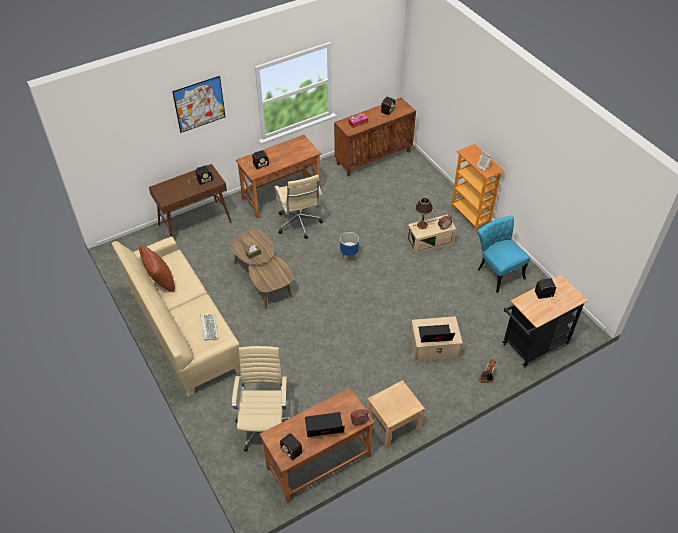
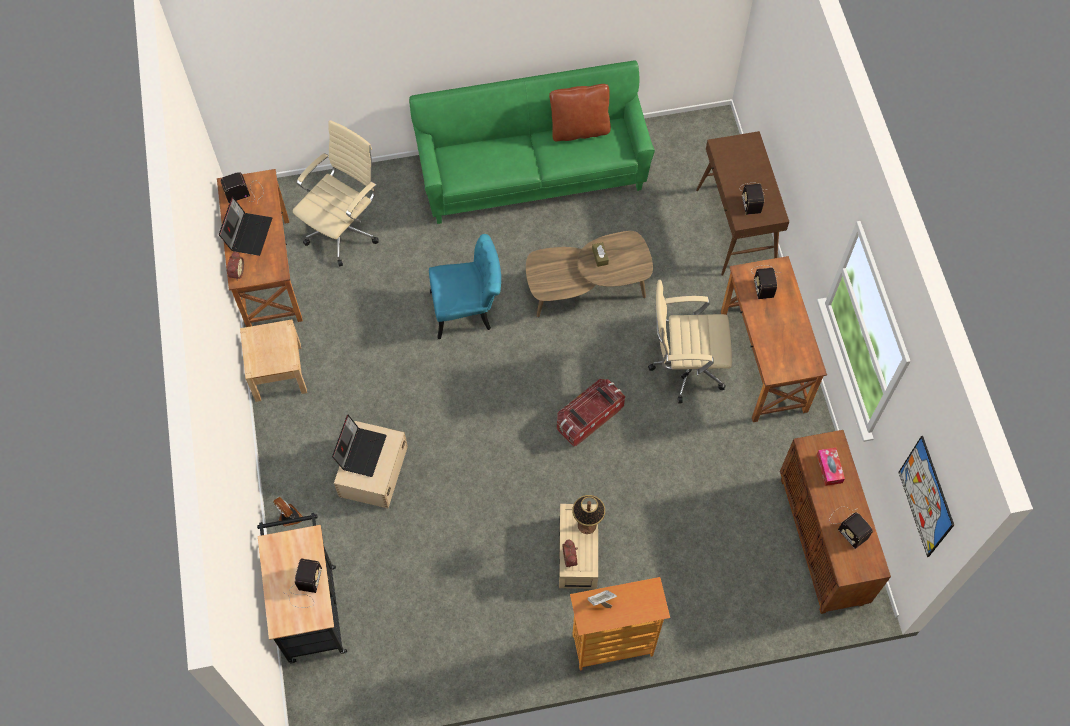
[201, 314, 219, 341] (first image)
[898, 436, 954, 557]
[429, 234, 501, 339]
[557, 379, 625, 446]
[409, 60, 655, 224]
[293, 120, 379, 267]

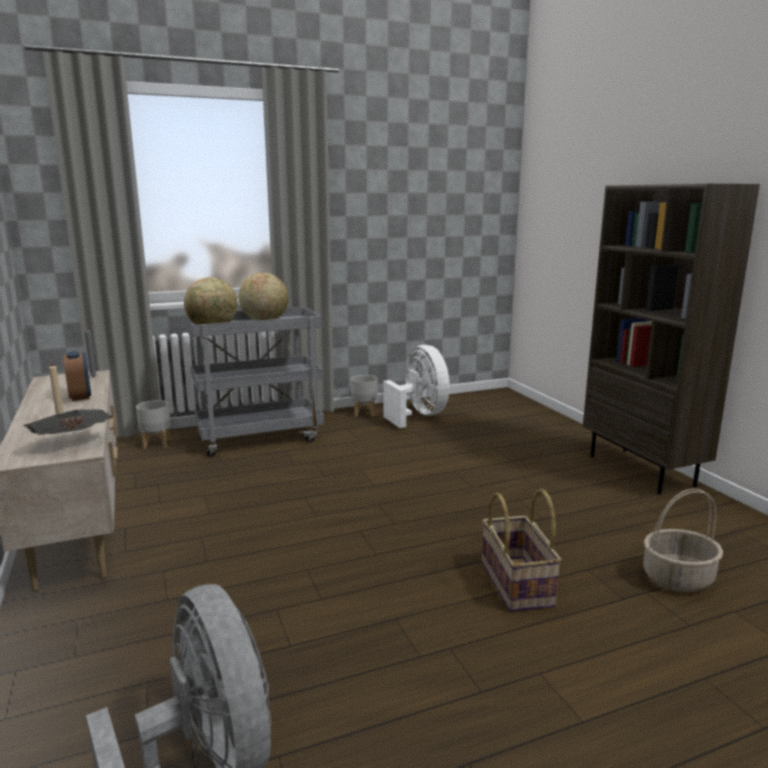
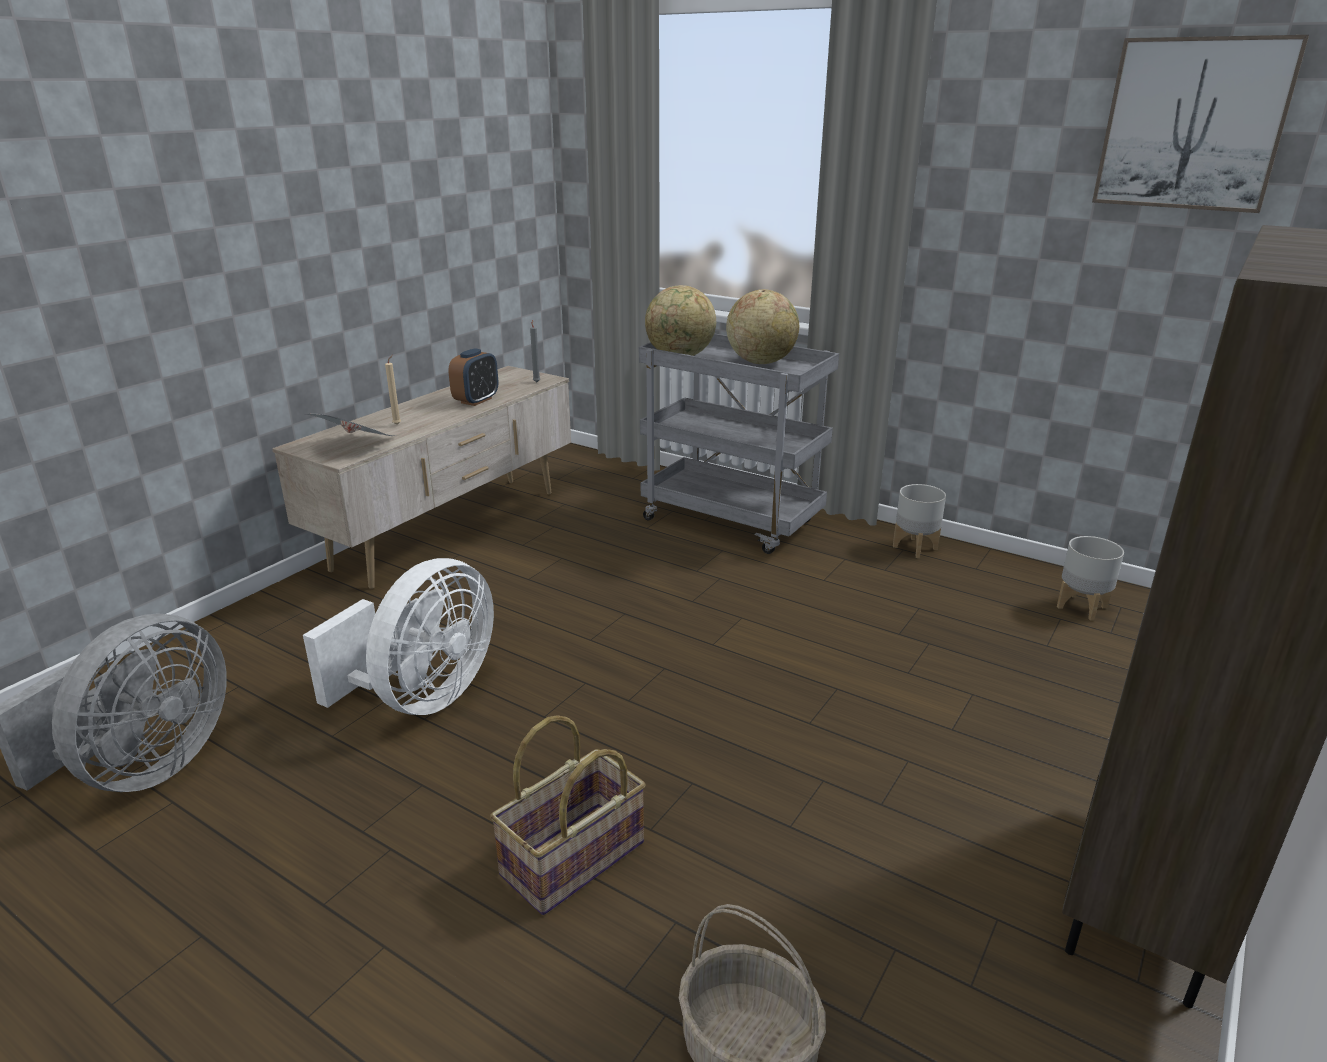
[1092, 35, 1309, 213]
[1057, 536, 1124, 621]
[303, 558, 494, 715]

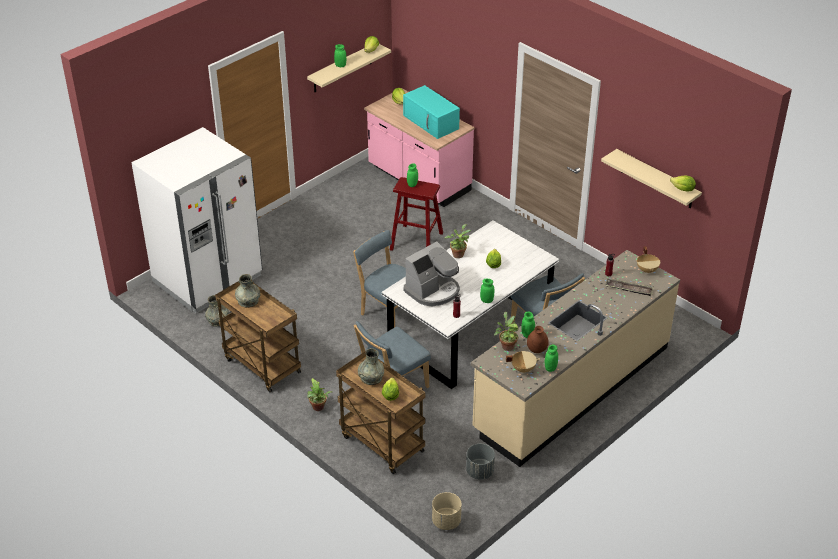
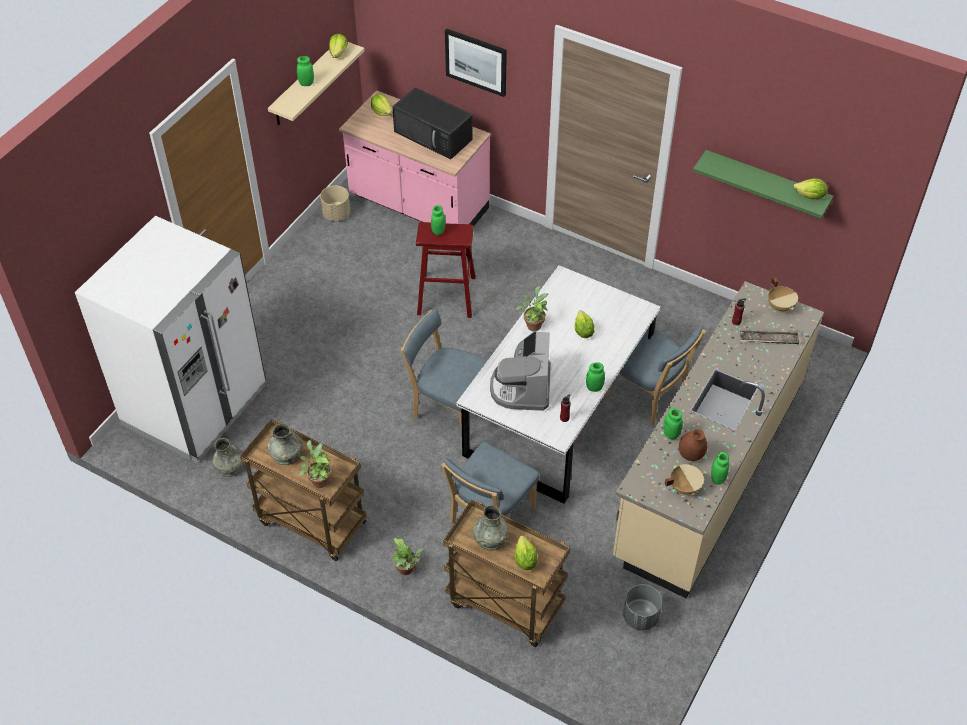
[445, 29, 507, 97]
[320, 186, 350, 221]
[299, 440, 333, 488]
[392, 87, 473, 160]
[693, 150, 834, 218]
[490, 331, 551, 411]

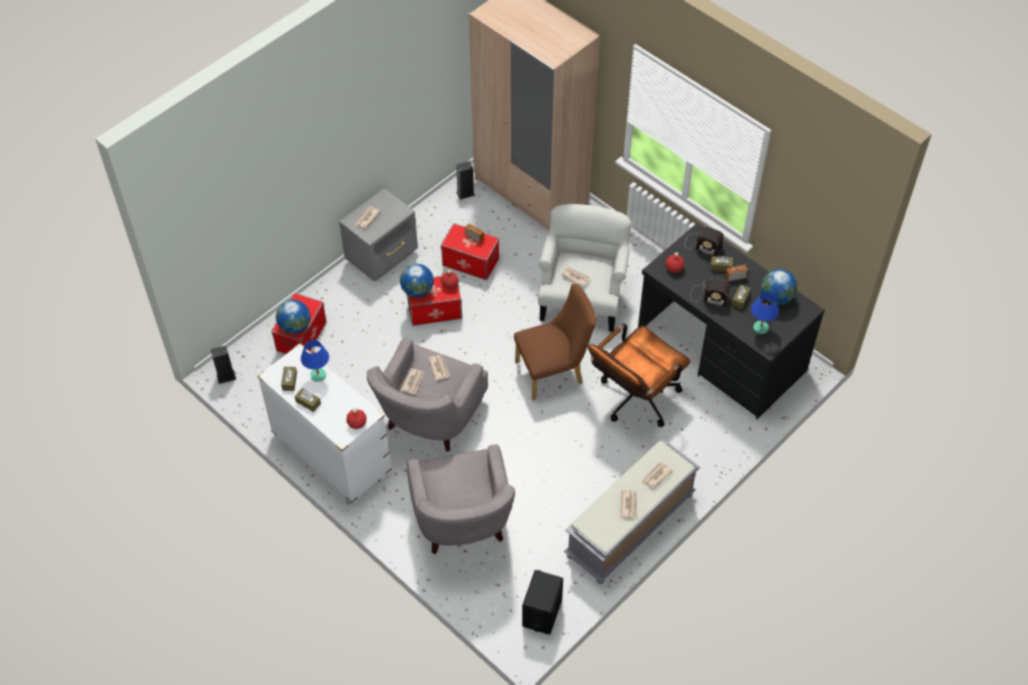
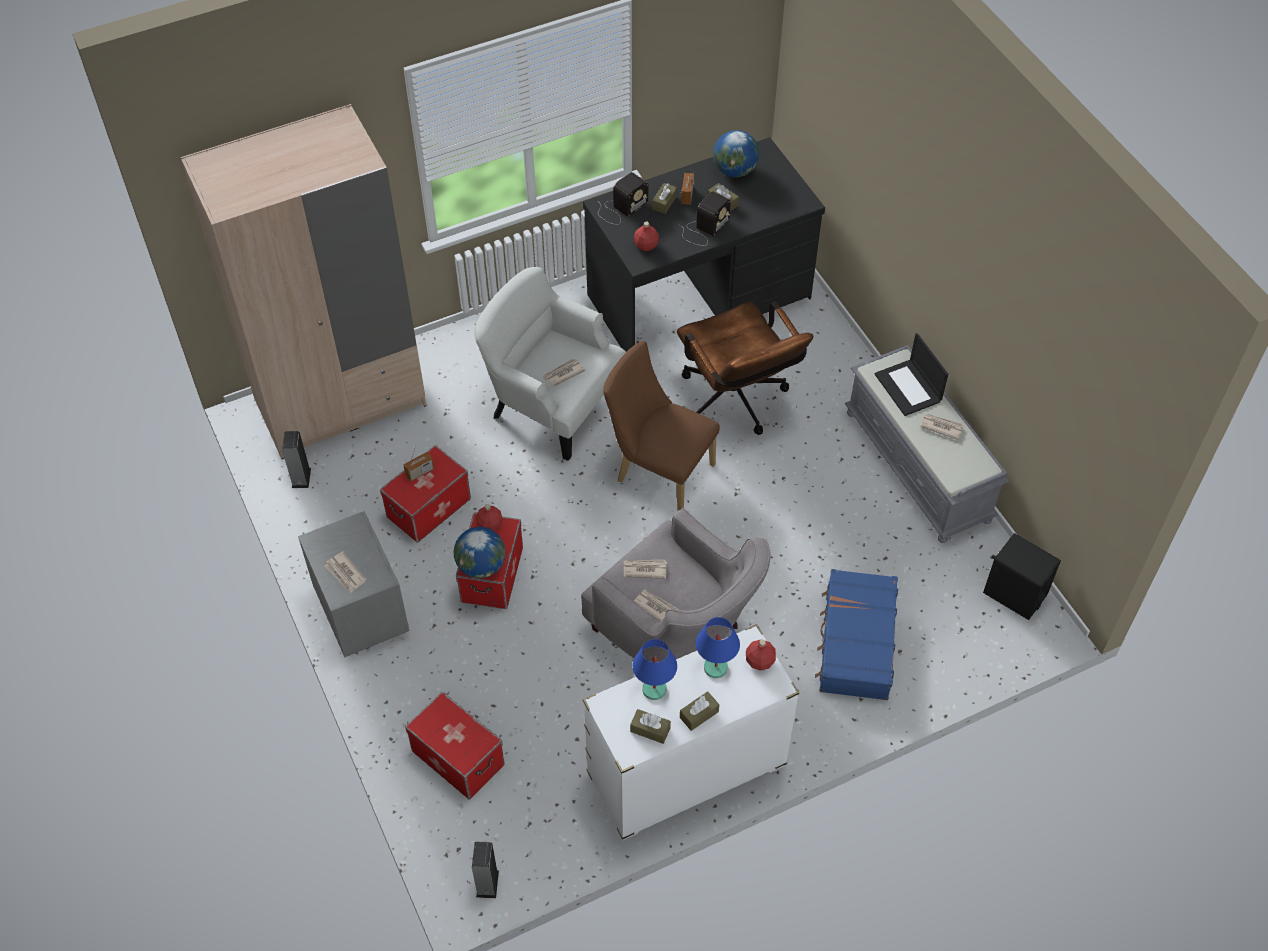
[276, 300, 311, 334] (first image)
[696, 617, 740, 678]
[815, 569, 898, 700]
[875, 333, 948, 416]
[603, 341, 720, 510]

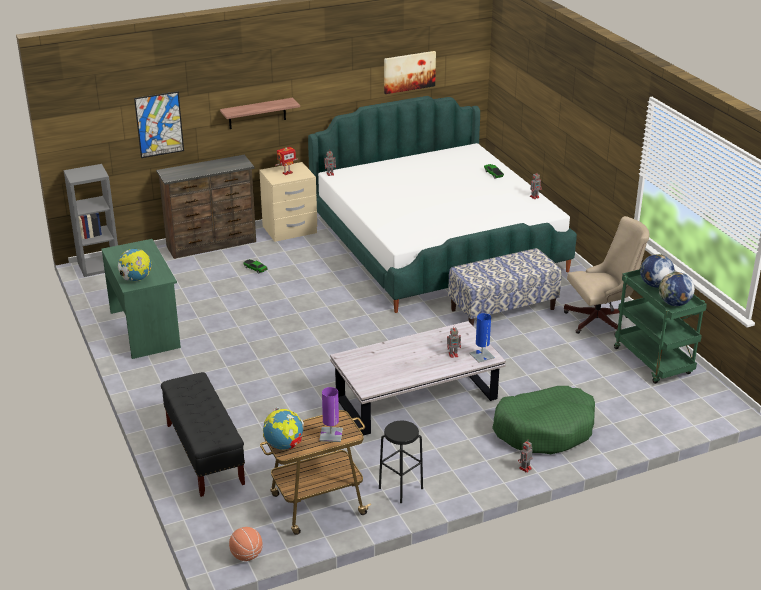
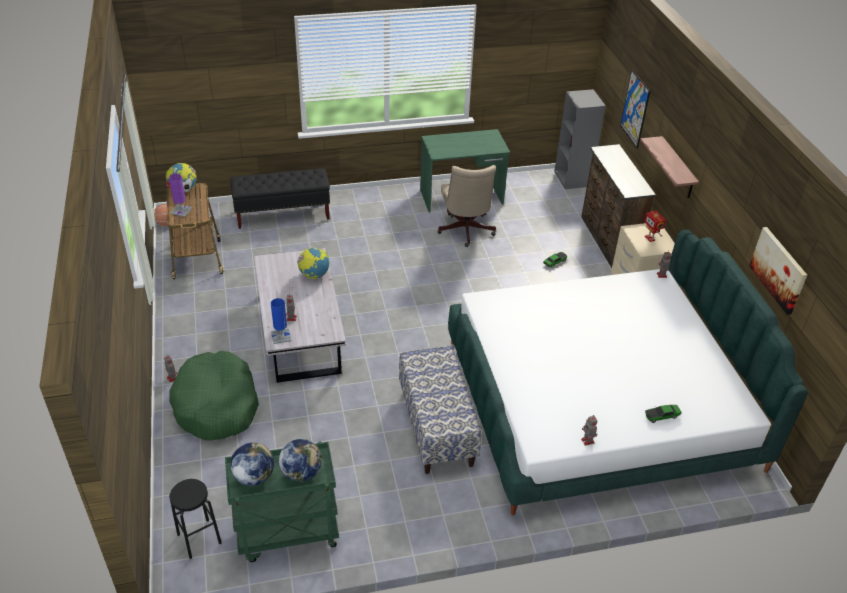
[297, 248, 329, 279]
[169, 479, 222, 559]
[437, 165, 496, 247]

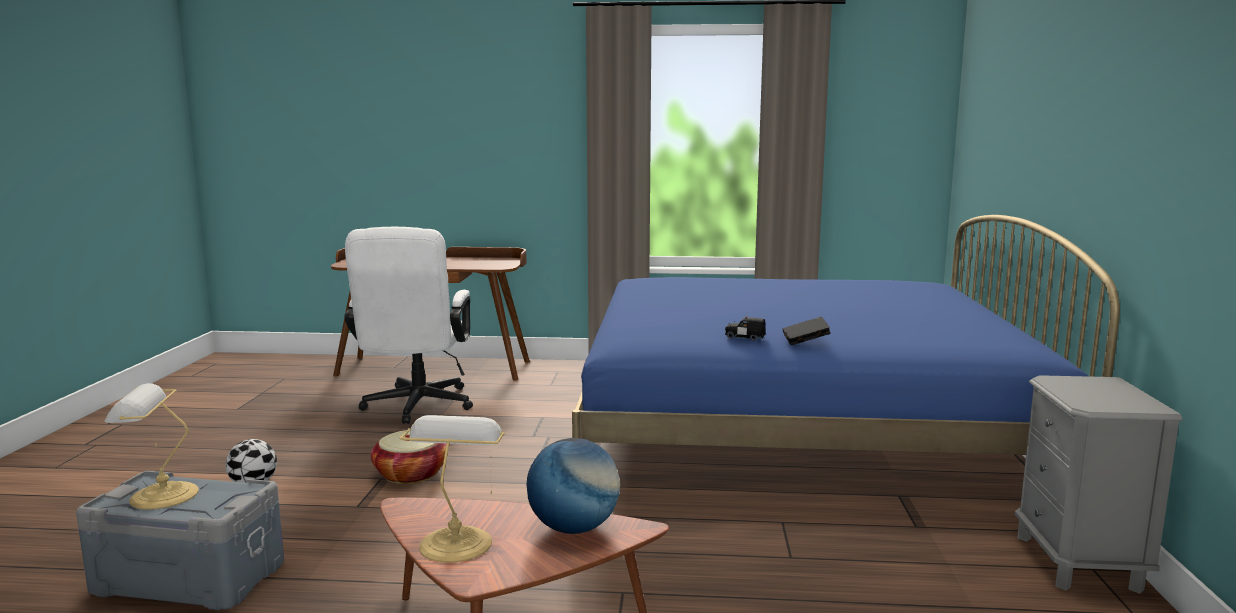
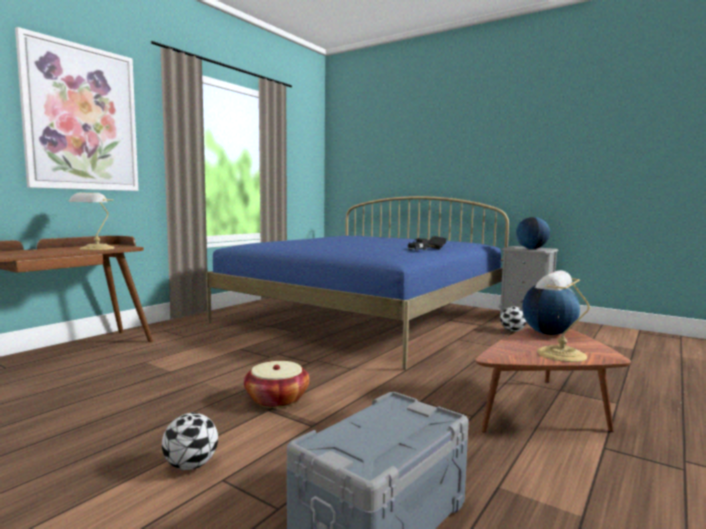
[344, 227, 473, 424] (first image)
[15, 27, 138, 191]
[500, 306, 527, 332]
[516, 217, 550, 249]
[68, 193, 115, 250]

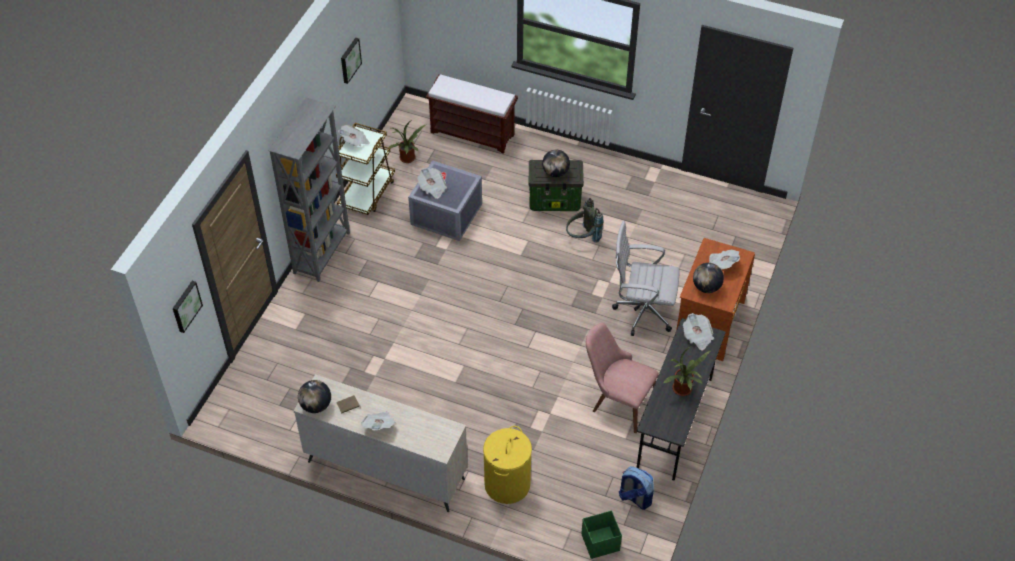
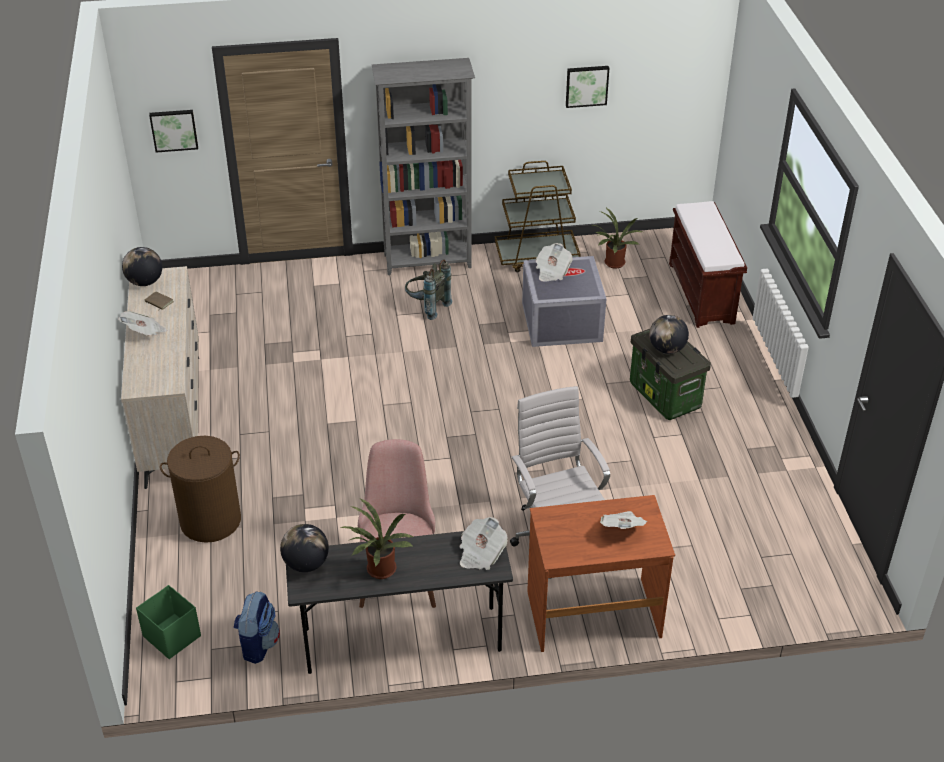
[338, 125, 370, 146] (first image)
[405, 260, 453, 320]
[280, 524, 329, 572]
[160, 436, 241, 543]

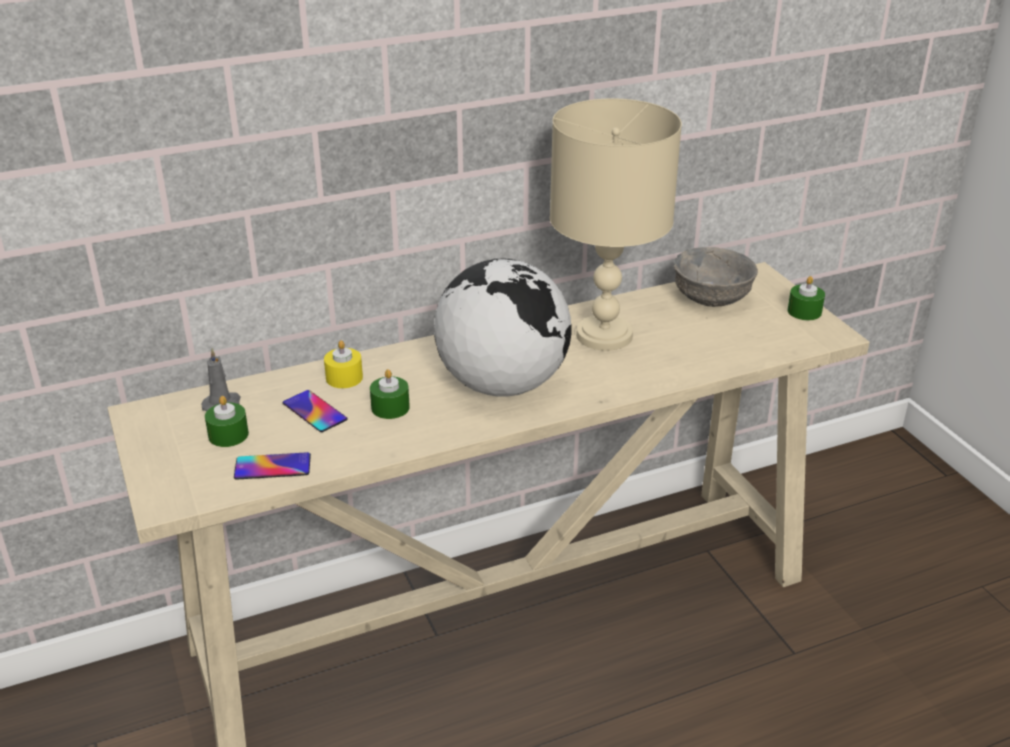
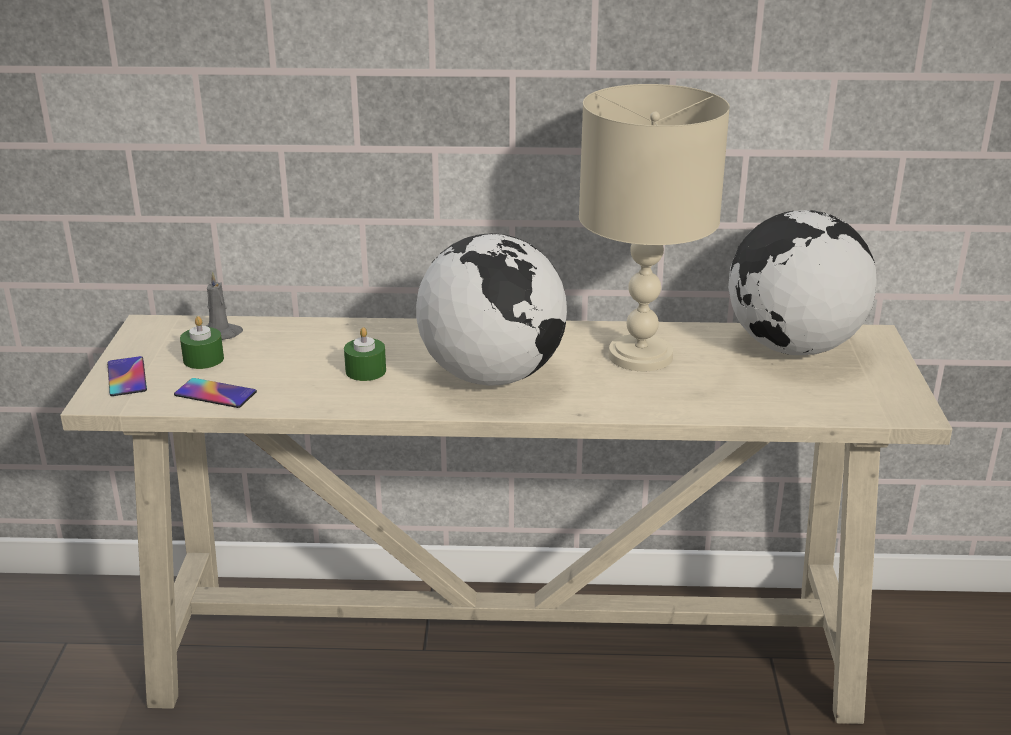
[324, 340, 363, 388] (first image)
[788, 276, 825, 320] (first image)
[107, 356, 147, 396]
[728, 210, 877, 355]

